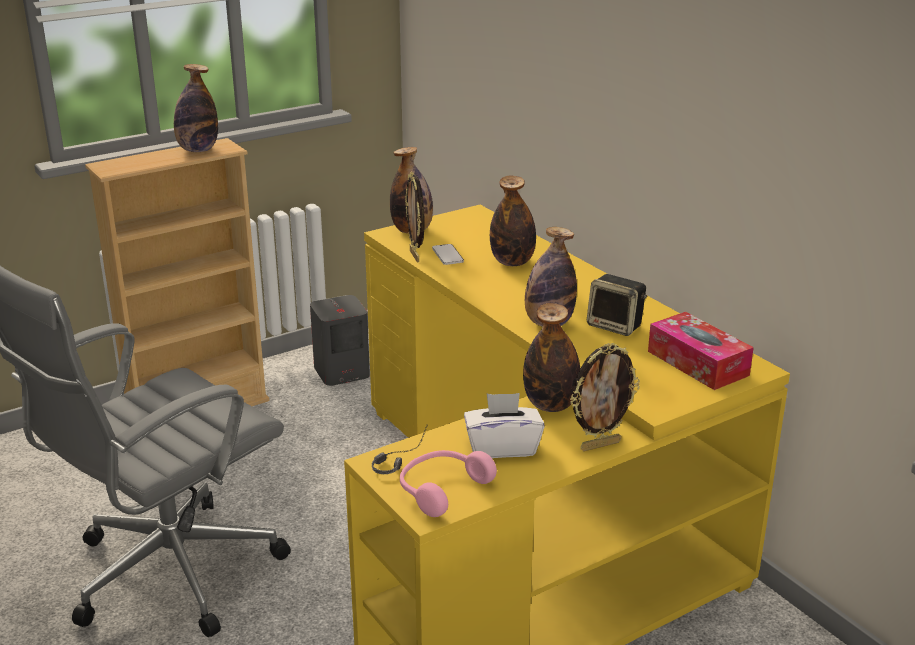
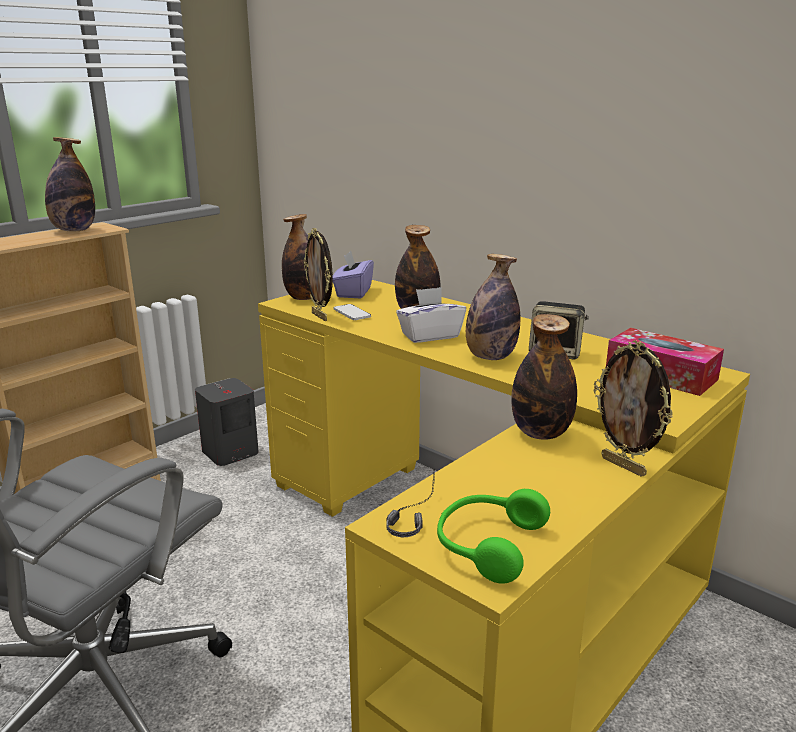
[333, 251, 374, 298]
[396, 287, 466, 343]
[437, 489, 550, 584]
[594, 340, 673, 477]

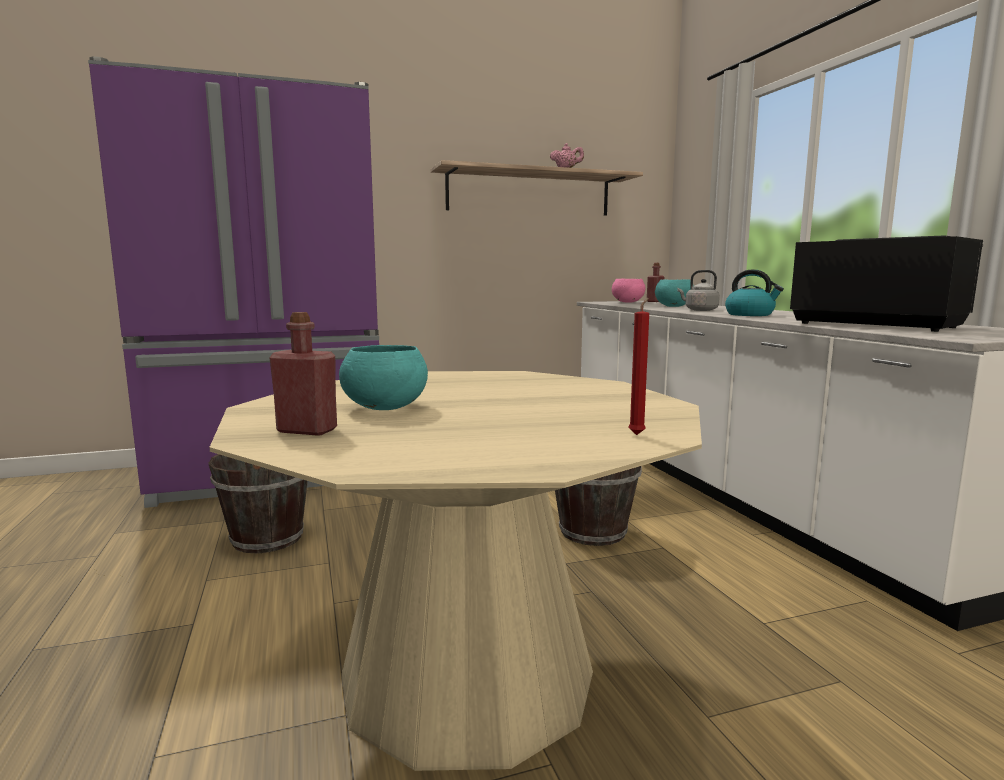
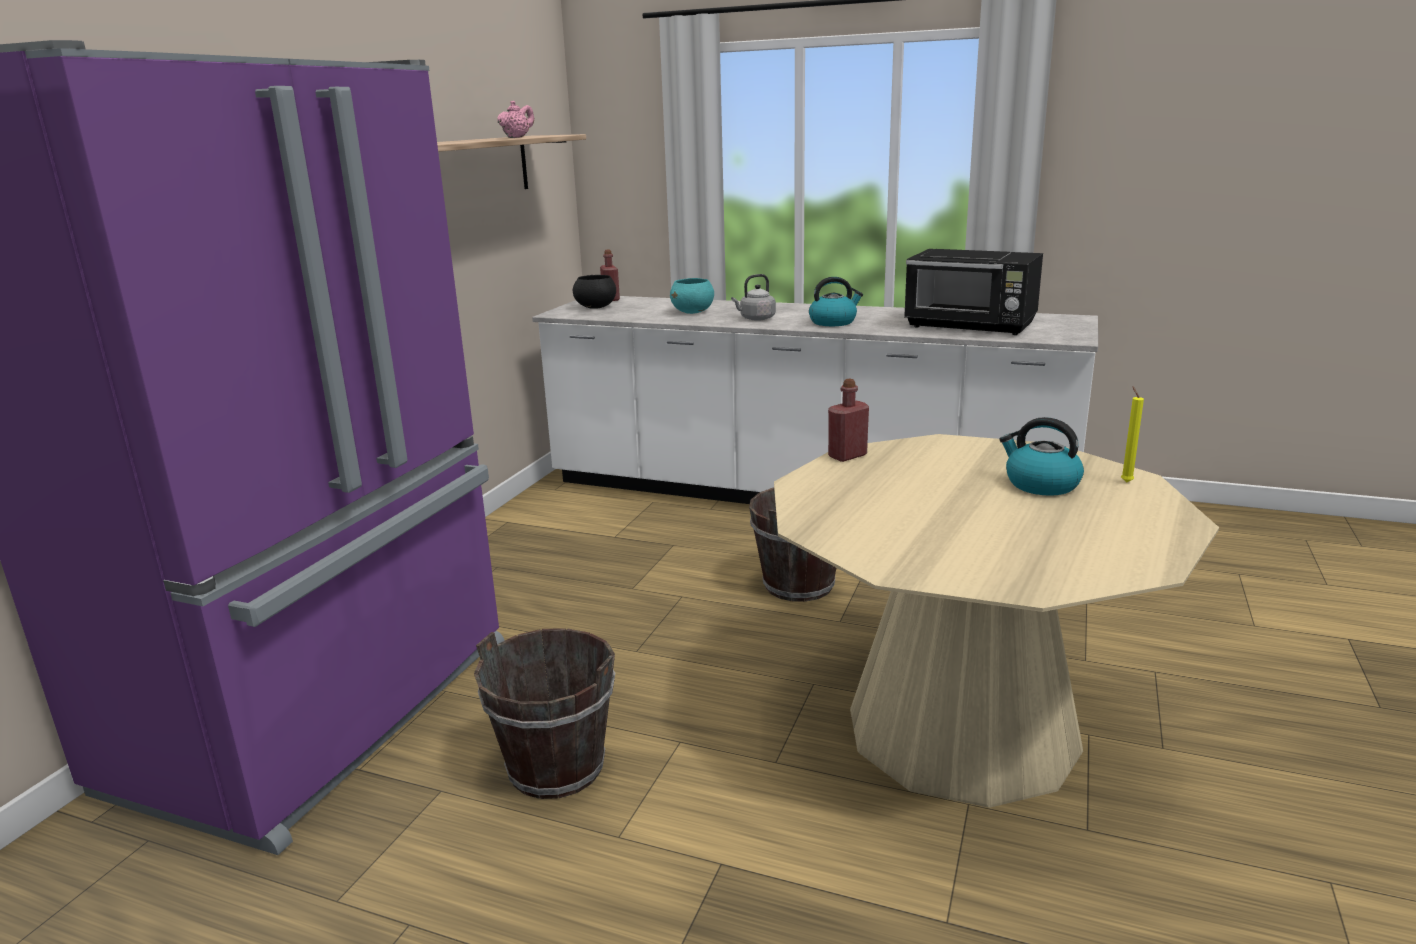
[339, 345, 428, 410] (first image)
[999, 417, 1084, 496]
[828, 379, 869, 462]
[573, 275, 616, 309]
[1121, 386, 1144, 482]
[904, 249, 1043, 335]

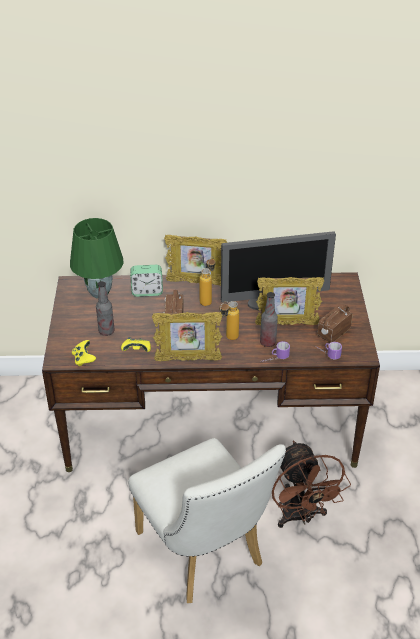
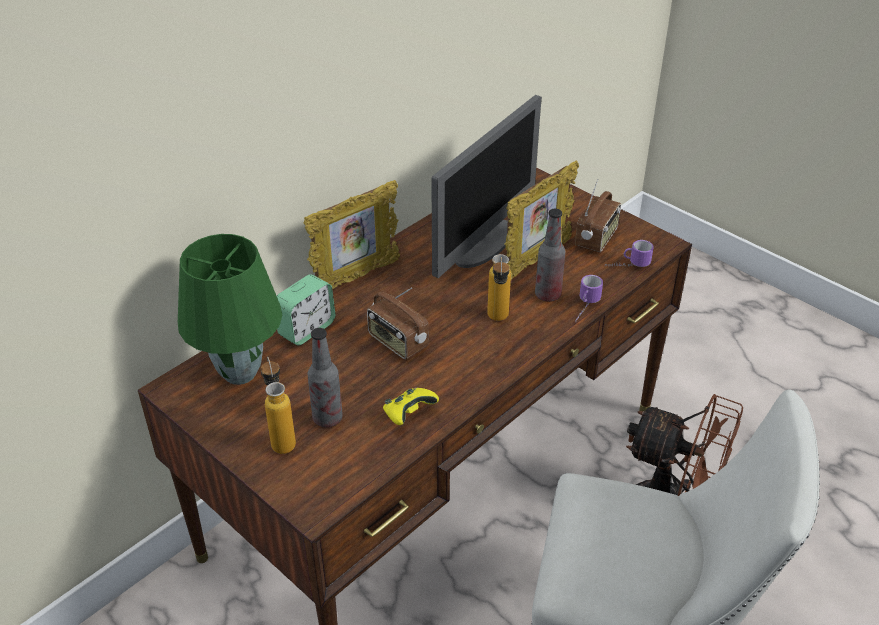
[72, 340, 96, 366] (first image)
[152, 312, 223, 361] (first image)
[261, 357, 296, 454]
[575, 179, 621, 253]

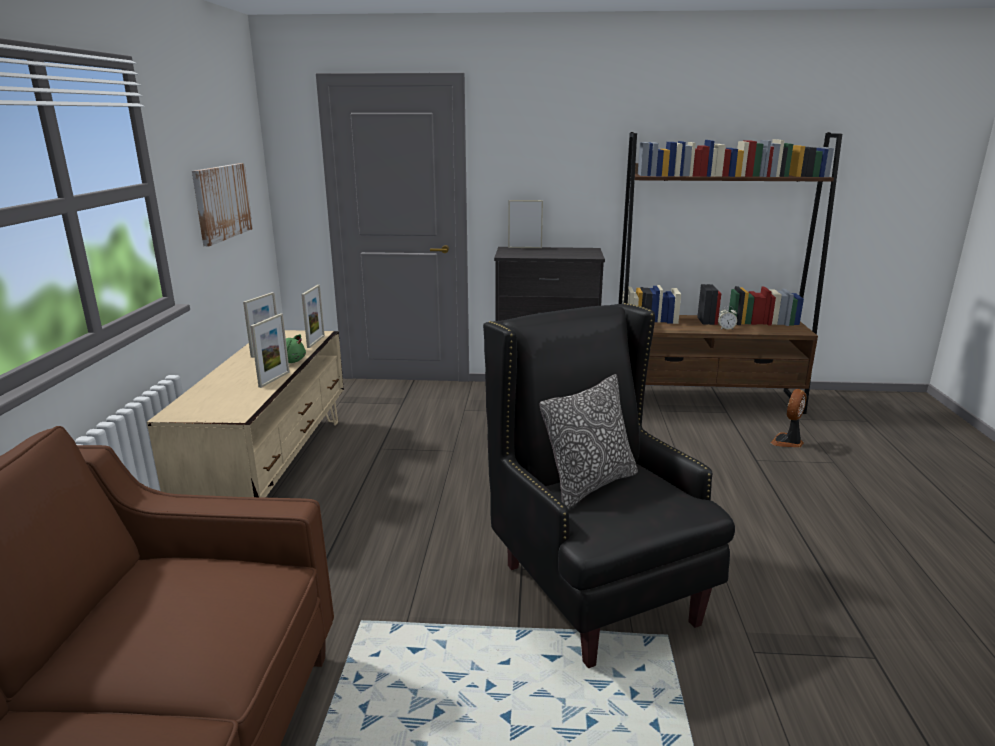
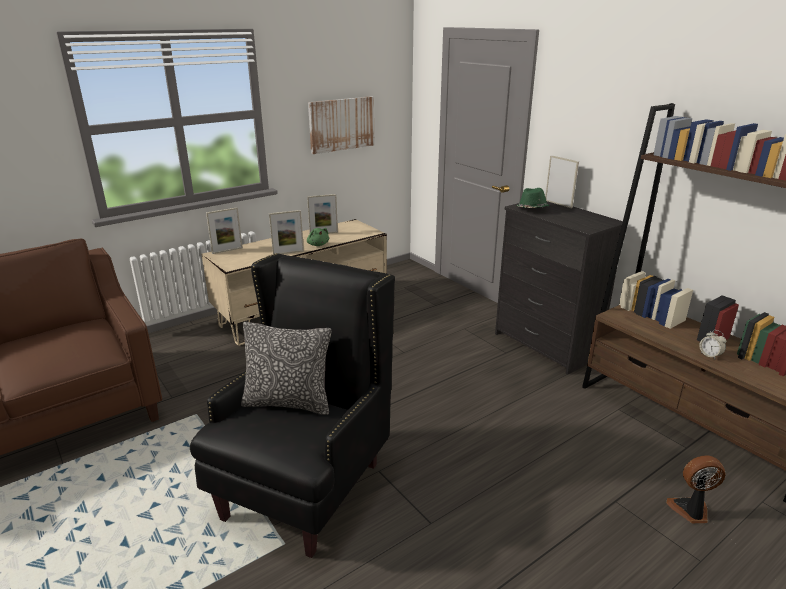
[516, 188, 550, 208]
[206, 207, 243, 254]

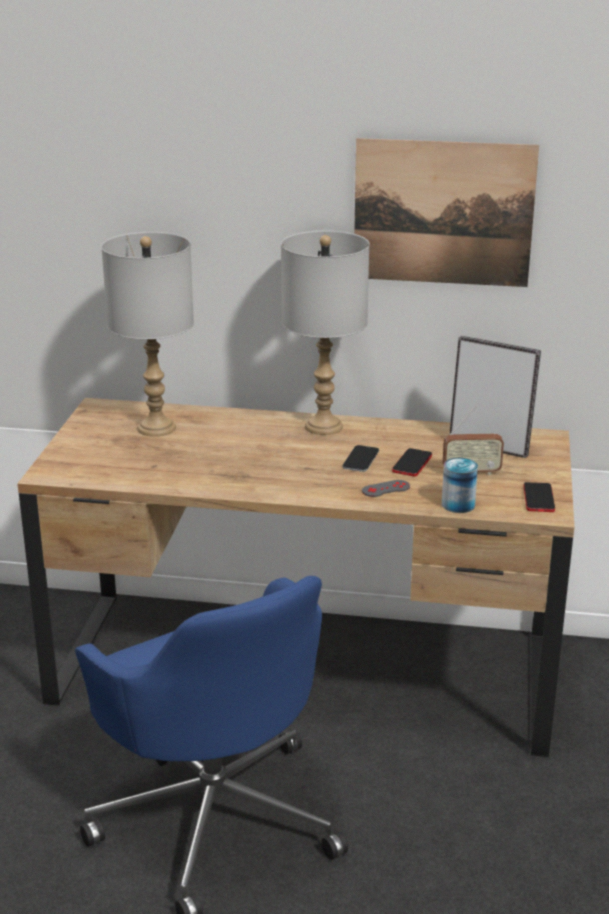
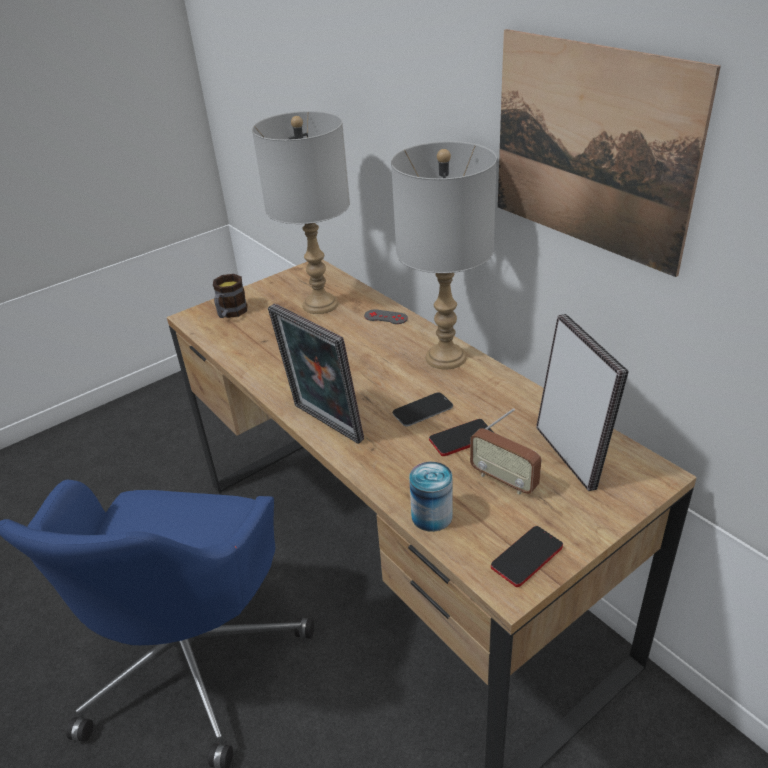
[213, 274, 247, 318]
[268, 303, 364, 444]
[364, 309, 408, 324]

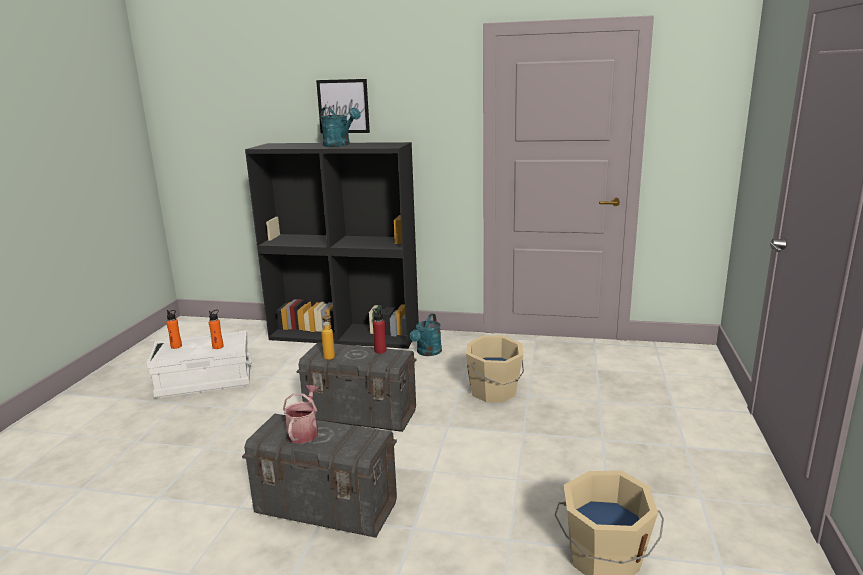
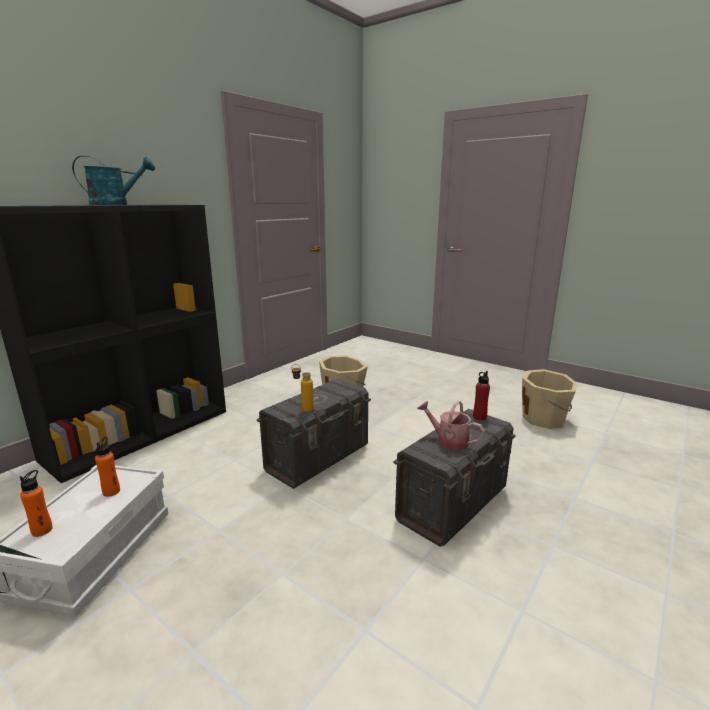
[316, 79, 370, 133] (first image)
[410, 313, 442, 356] (first image)
[473, 371, 490, 420]

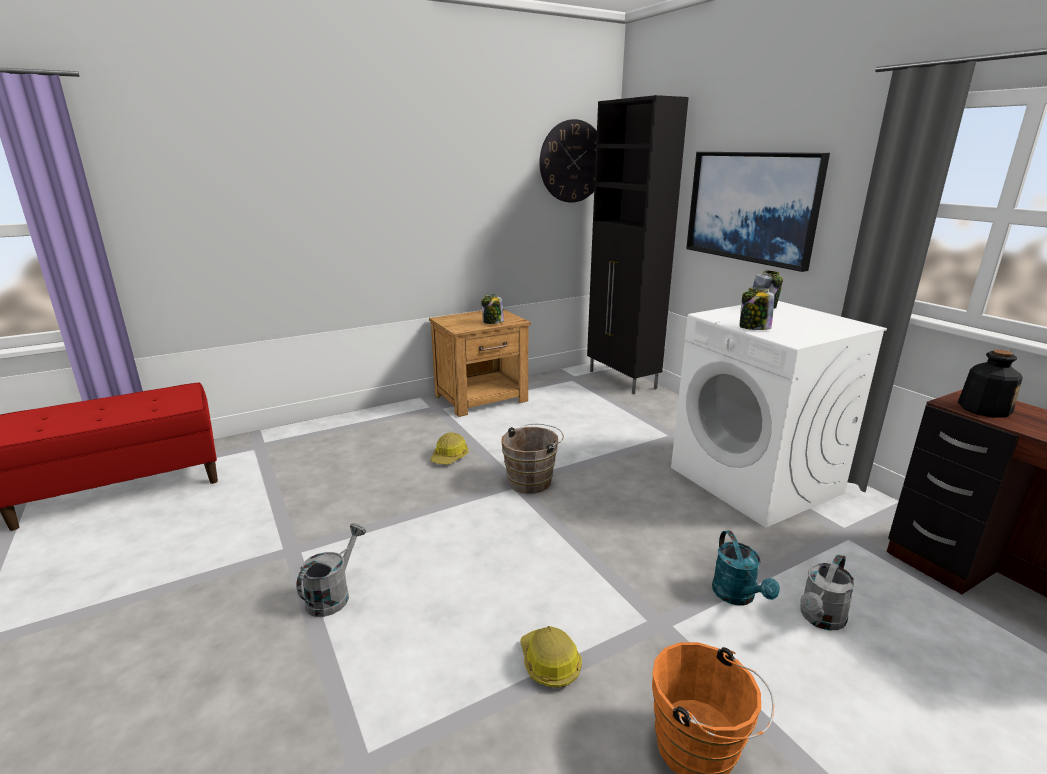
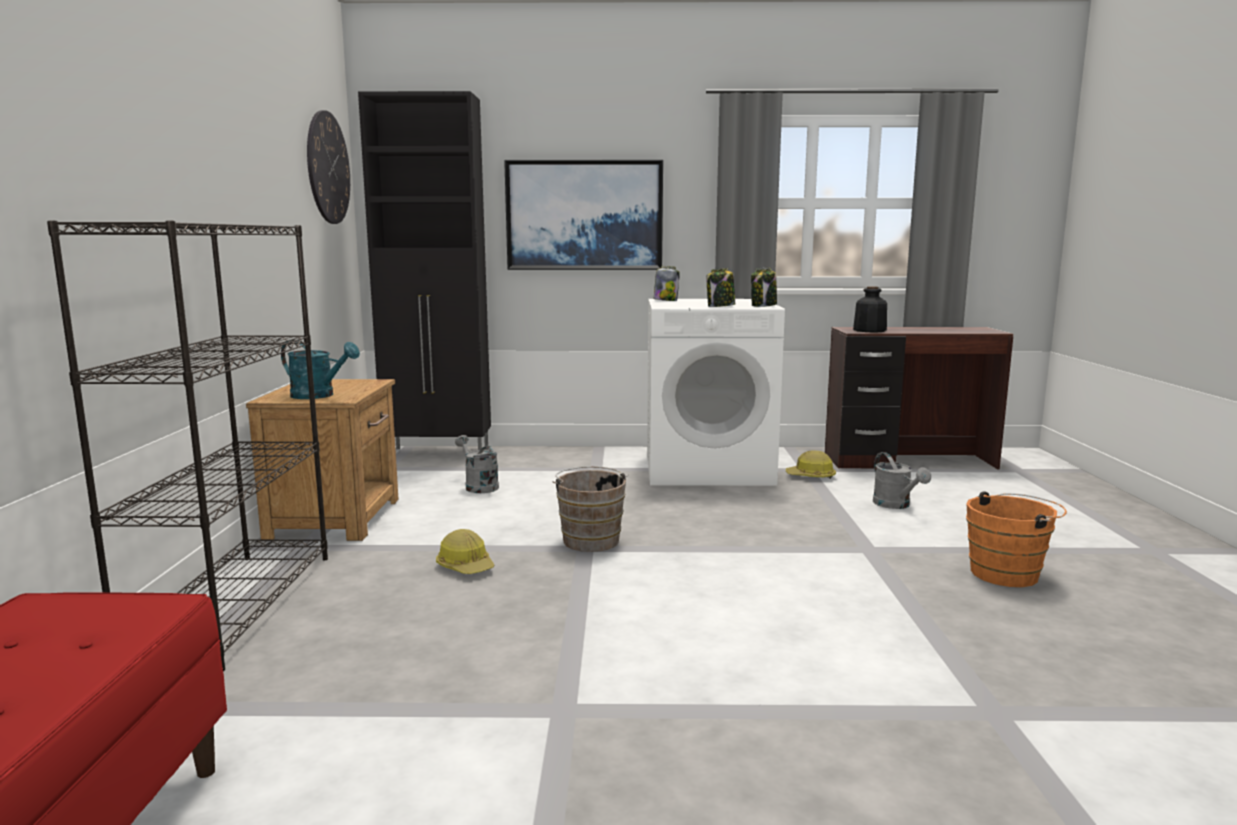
[47, 220, 328, 671]
[455, 435, 499, 493]
[751, 268, 777, 307]
[786, 451, 836, 479]
[281, 340, 360, 399]

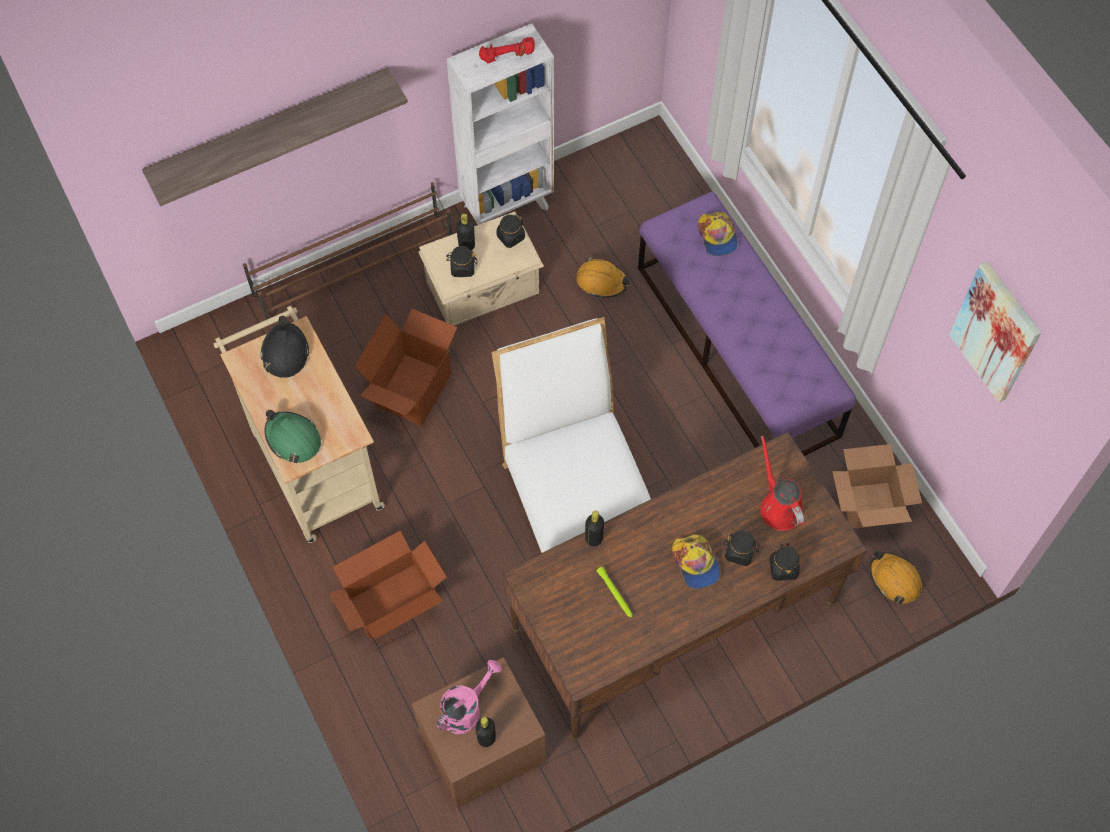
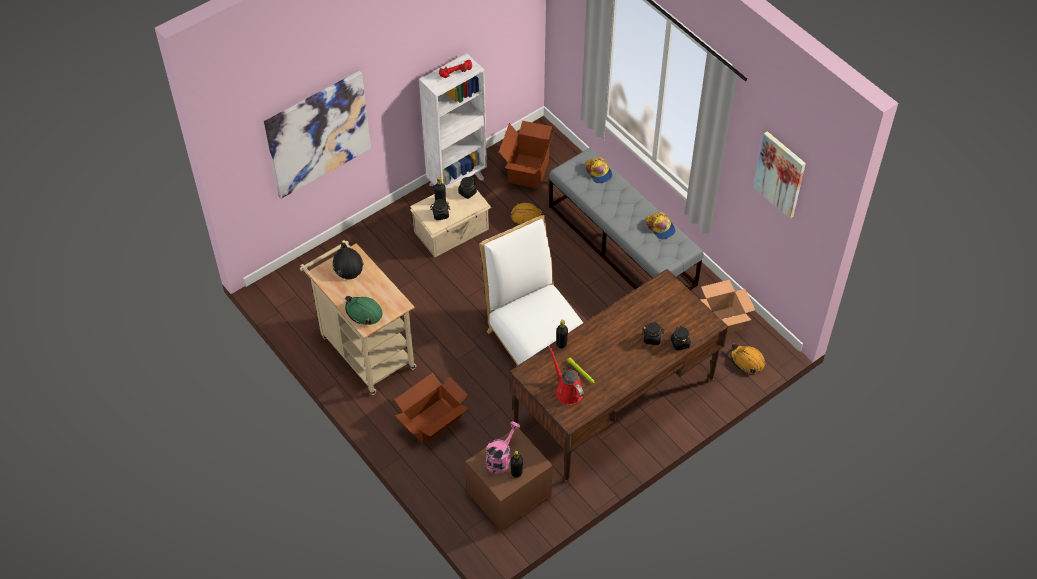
[243, 182, 453, 327] (first image)
[499, 121, 555, 189]
[646, 212, 676, 239]
[548, 345, 584, 405]
[264, 71, 371, 199]
[549, 148, 704, 290]

